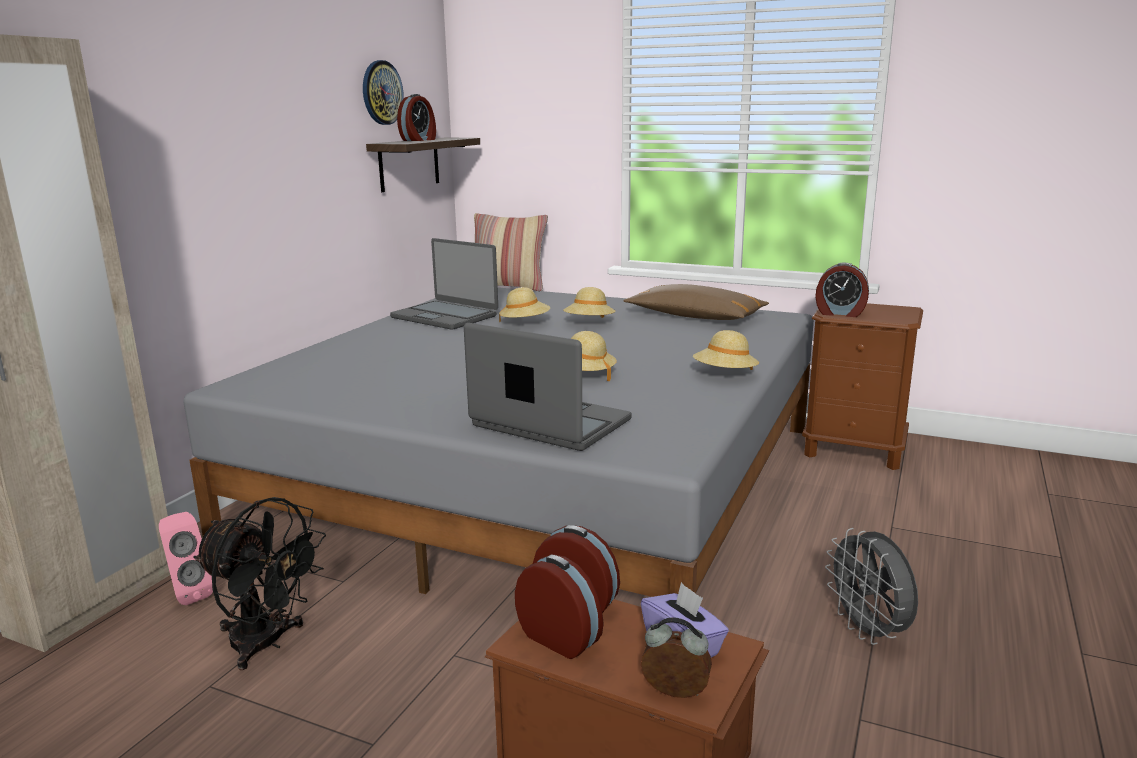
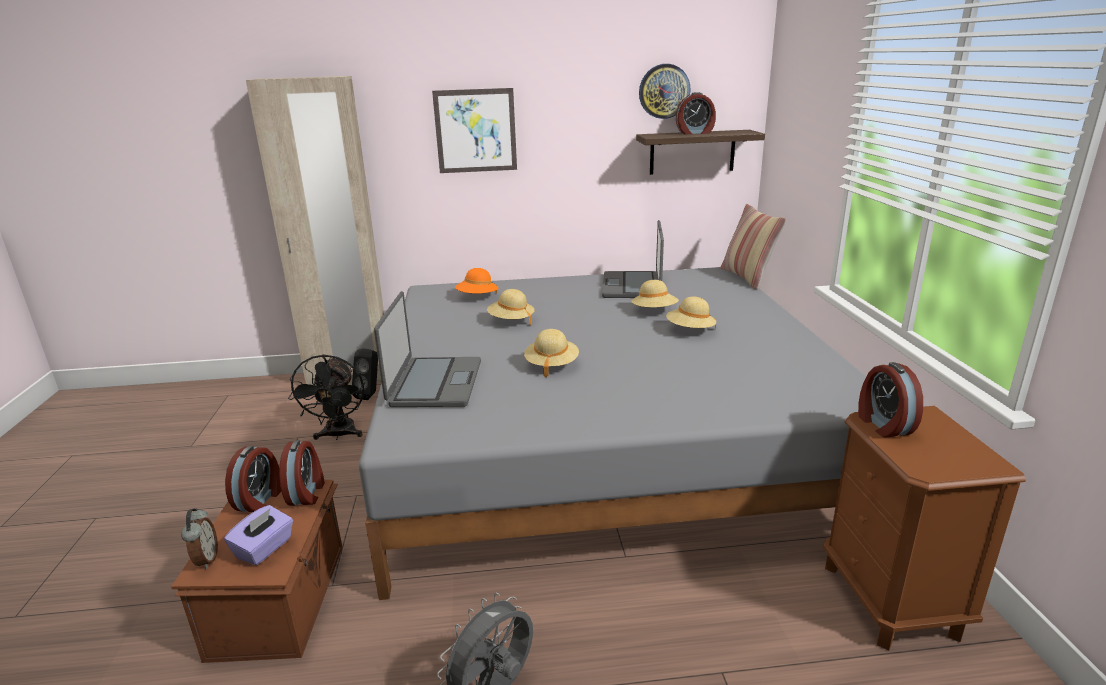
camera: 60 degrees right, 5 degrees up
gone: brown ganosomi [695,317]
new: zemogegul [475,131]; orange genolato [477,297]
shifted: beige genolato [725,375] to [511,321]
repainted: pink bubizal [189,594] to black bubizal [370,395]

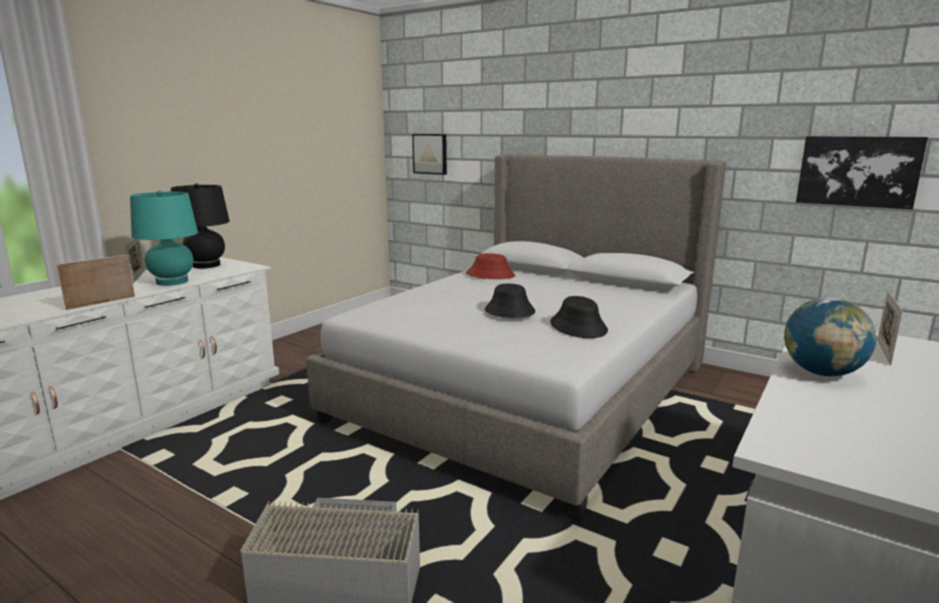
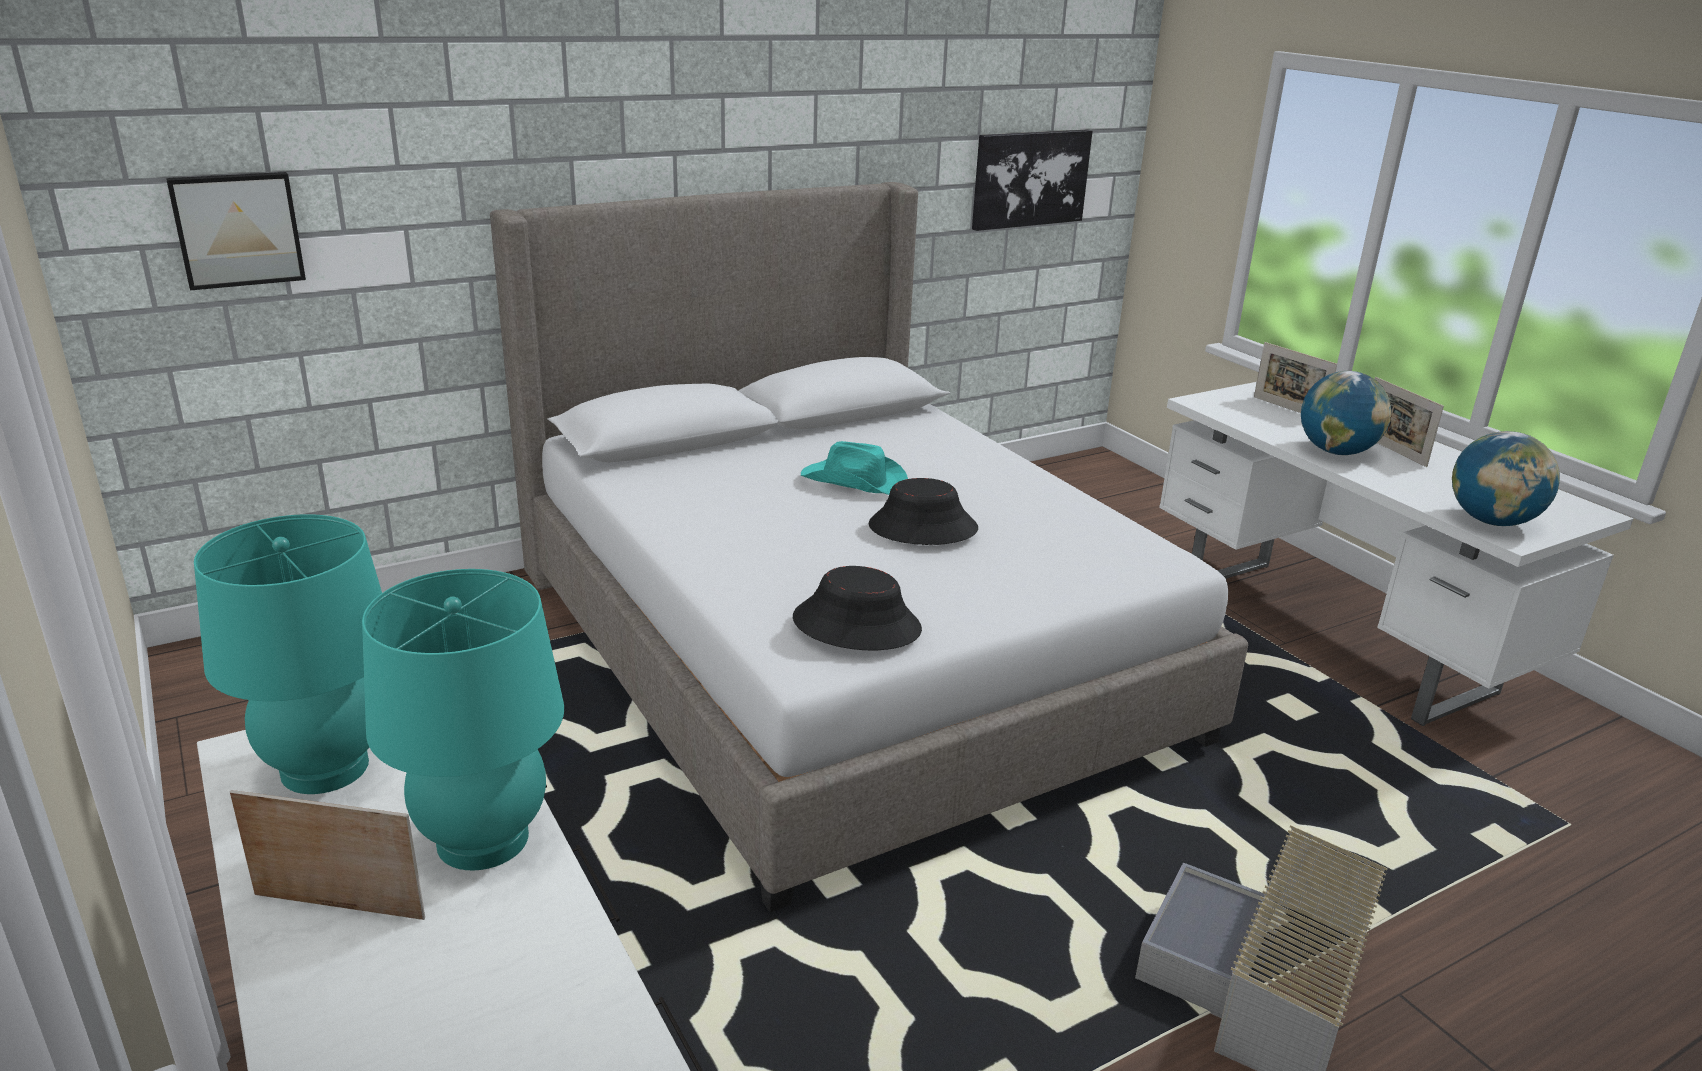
camera: 65 degrees left, 10 degrees up
gone: red genolato [490,275]
new: turquoise genolato [855,481]; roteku [1492,521]
shifted: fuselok [101,303] to [1393,450]; black genolato [578,327] to [857,624]
repainted: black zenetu [206,265] to turquoise zenetu [325,768]

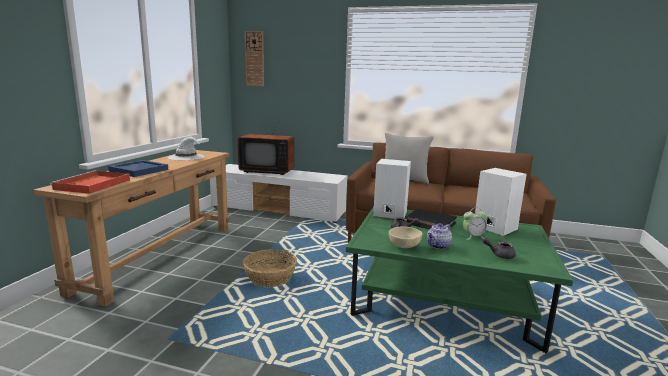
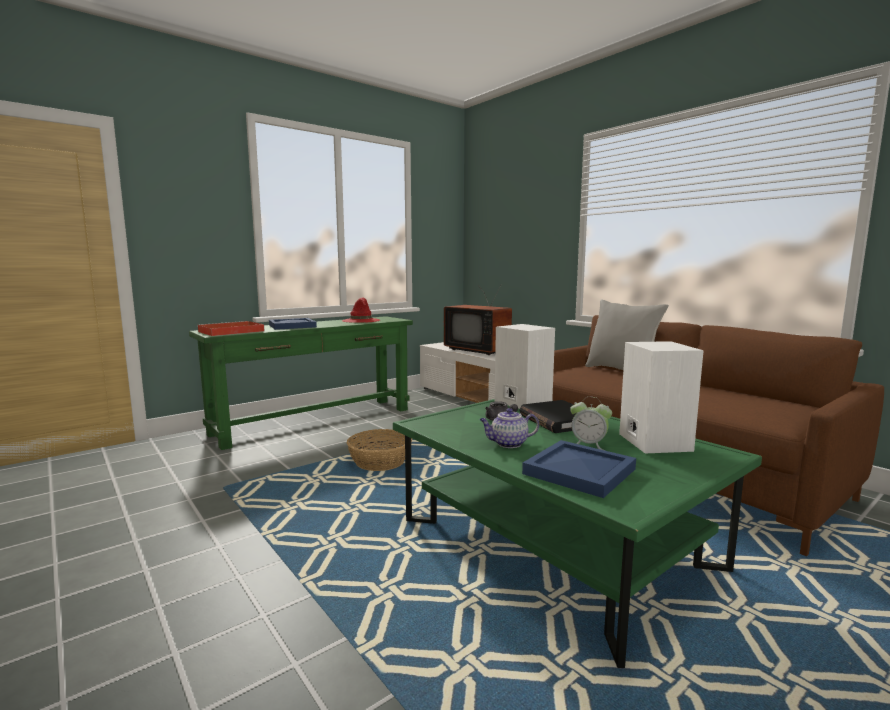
camera: 35 degrees right, 5 degrees down
gone: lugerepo [254,59]; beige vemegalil [404,247]
swapped: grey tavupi [499,255] to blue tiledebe [577,471]
repainted: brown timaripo [160,256] to green timaripo [315,421]; white genolato [186,157] to red genolato [361,320]

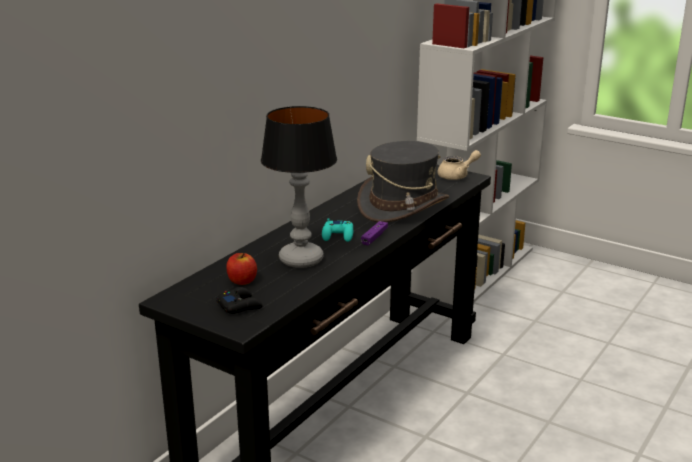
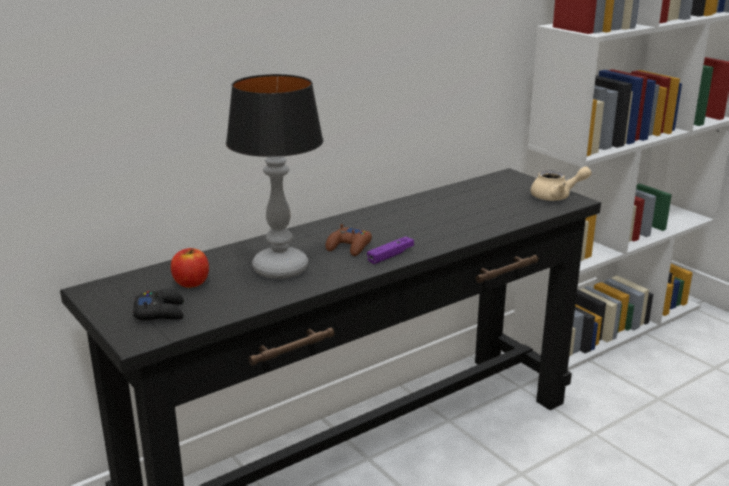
camera: 20 degrees right, 0 degrees up
gone: grey genolato [403,206]
repainted: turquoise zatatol [338,235] to brown zatatol [349,247]

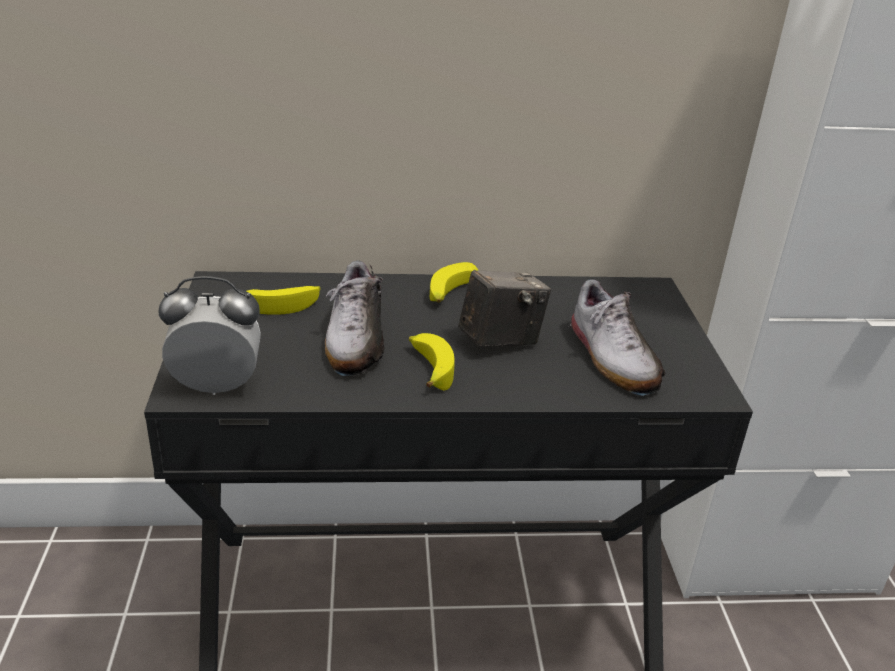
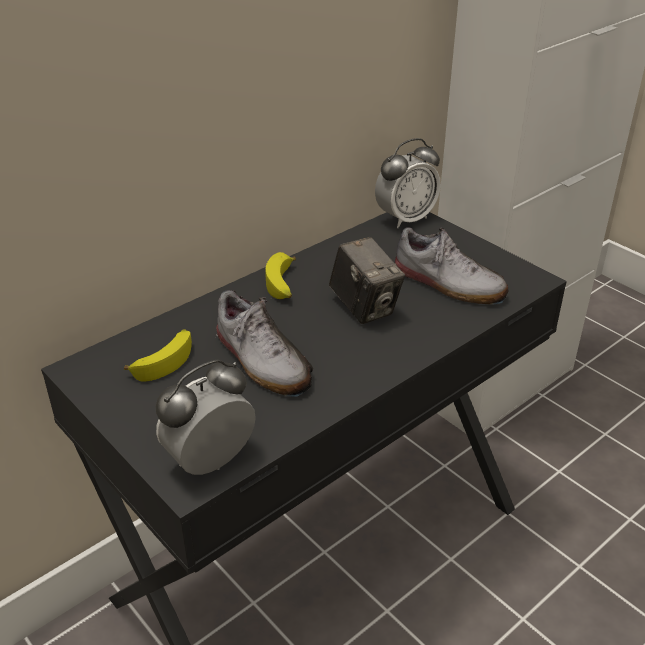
camera: 35 degrees left, 5 degrees up
gone: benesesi [429,368]
new: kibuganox [405,219]
rotated: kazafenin [500,340] = [364,307] 120 degrees clockwise

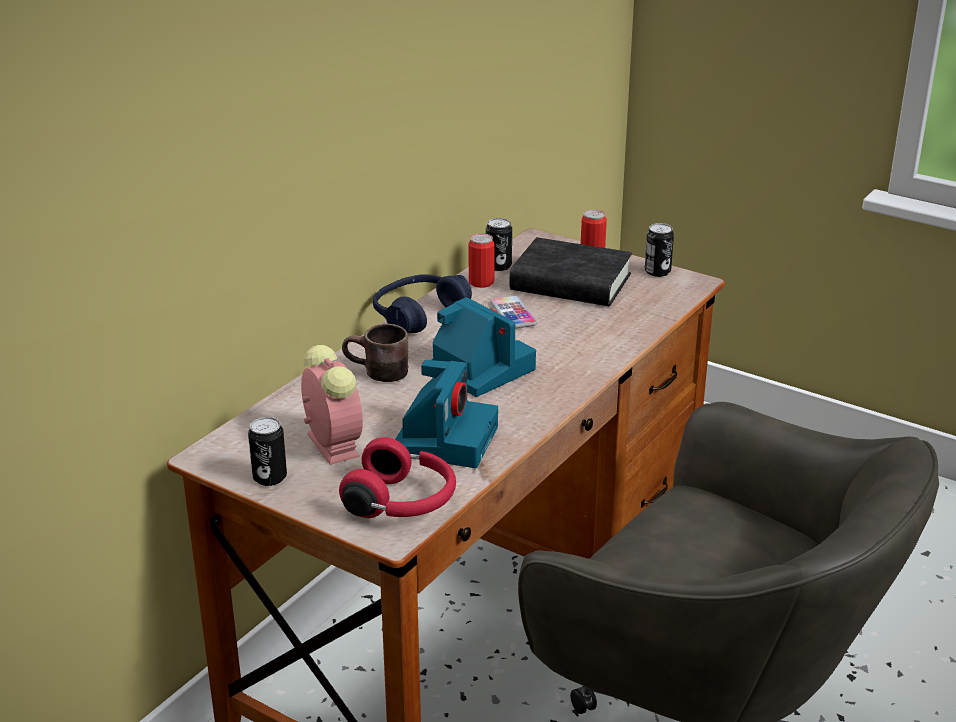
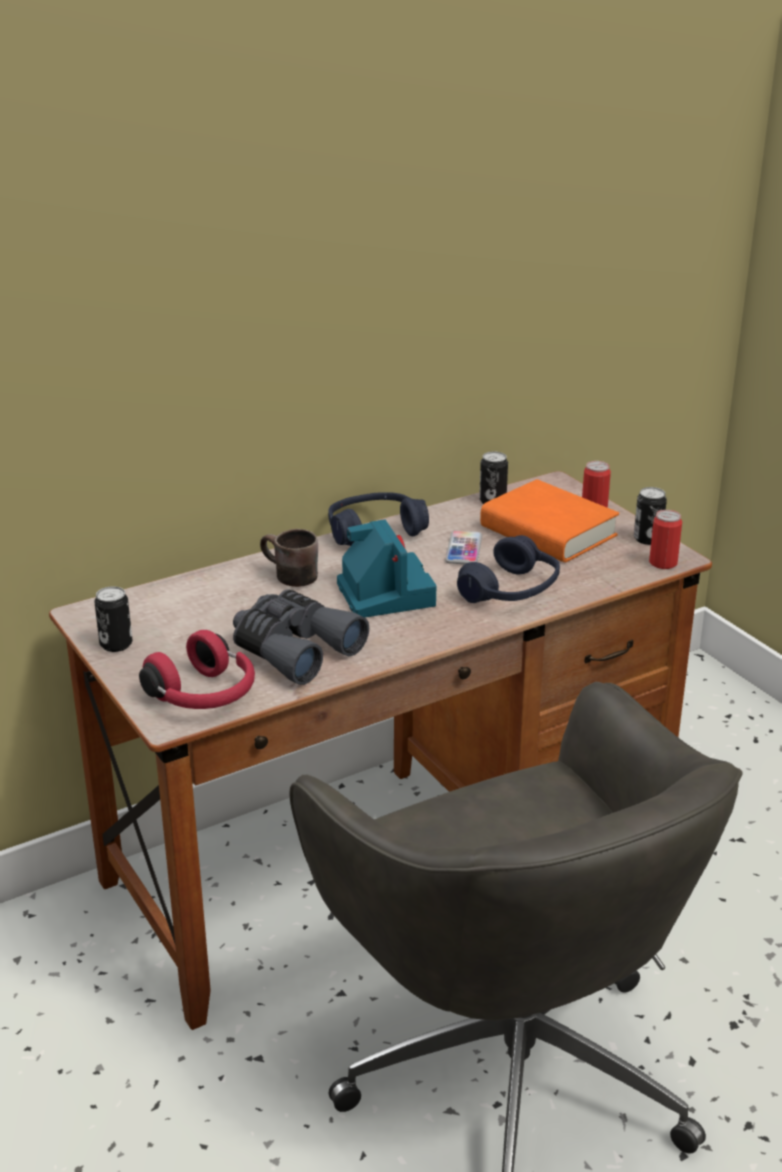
camera: 25 degrees right, 0 degrees up
gone: kibuganox [331,444]
new: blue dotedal [511,591]
shifted: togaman [481,282] to [663,563]
swapped: kazafenin [445,438] to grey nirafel [293,649]
repainted: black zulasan [570,283] to orange zulasan [548,532]

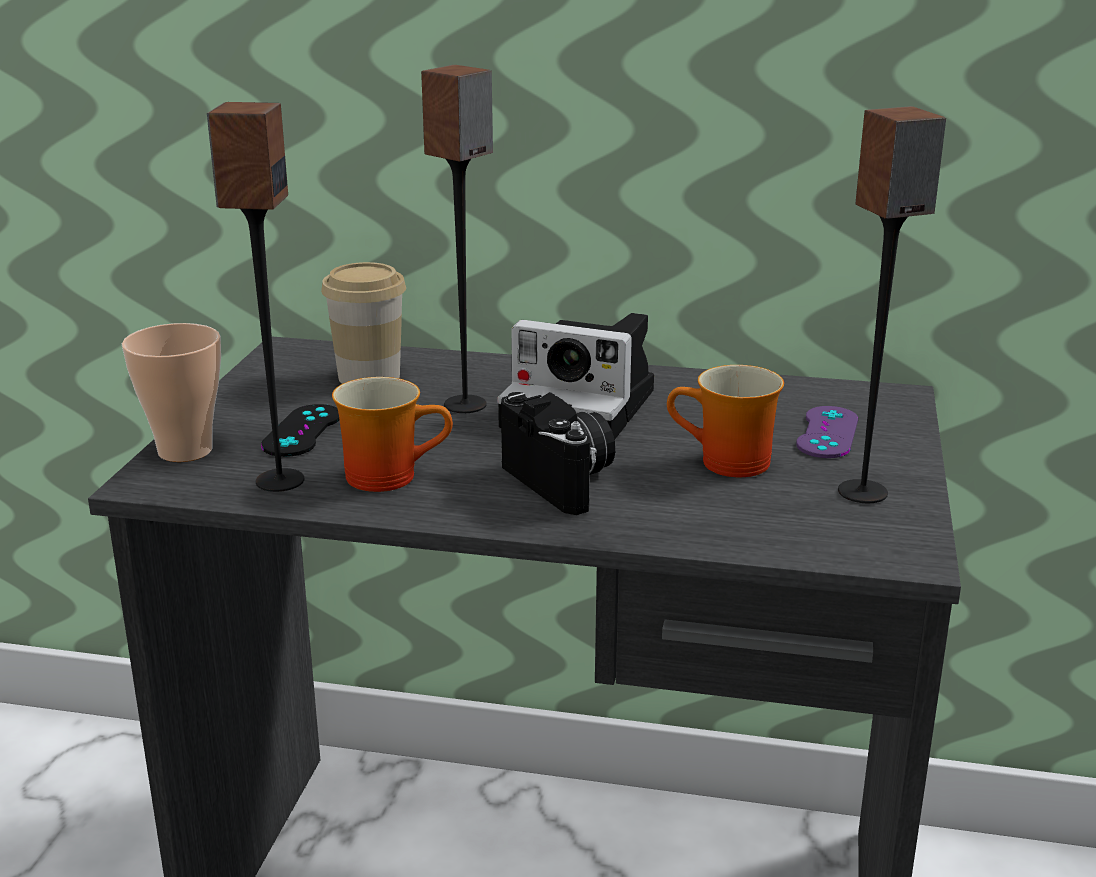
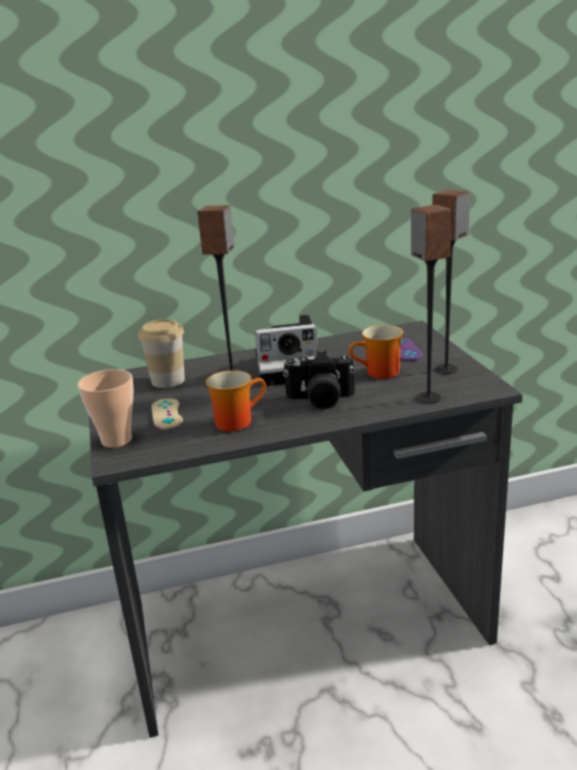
camera: 25 degrees left, 0 degrees up
shifted: bubizal [279,480] to [428,398]
repainted: black zatatol [302,431] to beige zatatol [167,414]
rotated: kazafenin [564,481] = [320,400] 150 degrees clockwise

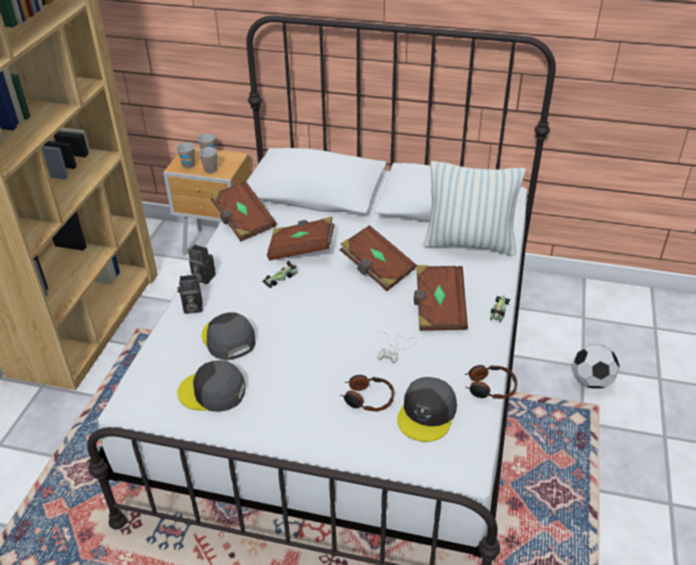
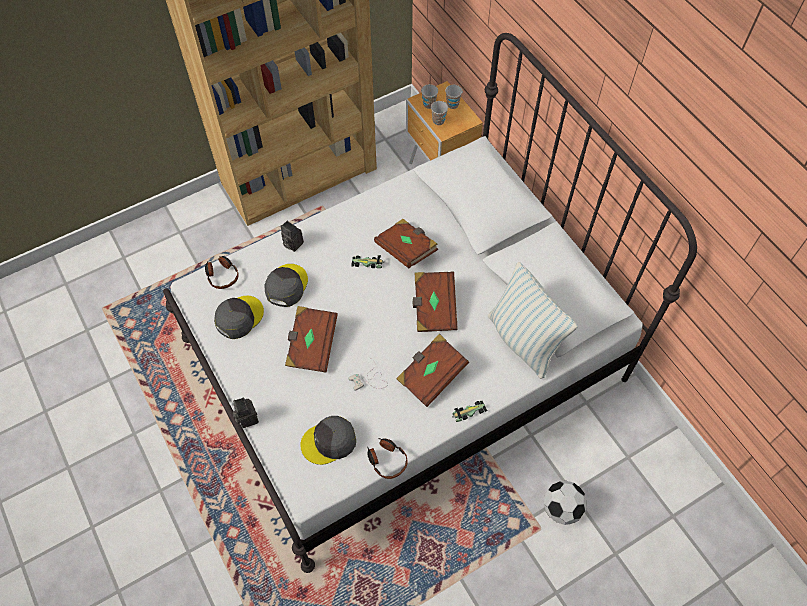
camera: 45 degrees right, 20 degrees up
shifted: kazafenin [202,278] to [246,418]; brown zulasan [243,222] to [311,345]; dotedal [367,398] to [222,275]
rotated: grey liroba [212,392] = [239,317] 75 degrees clockwise

